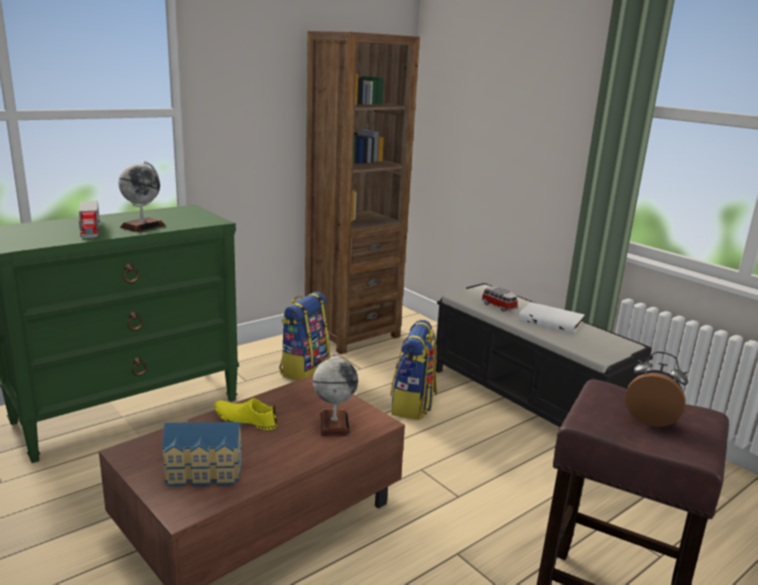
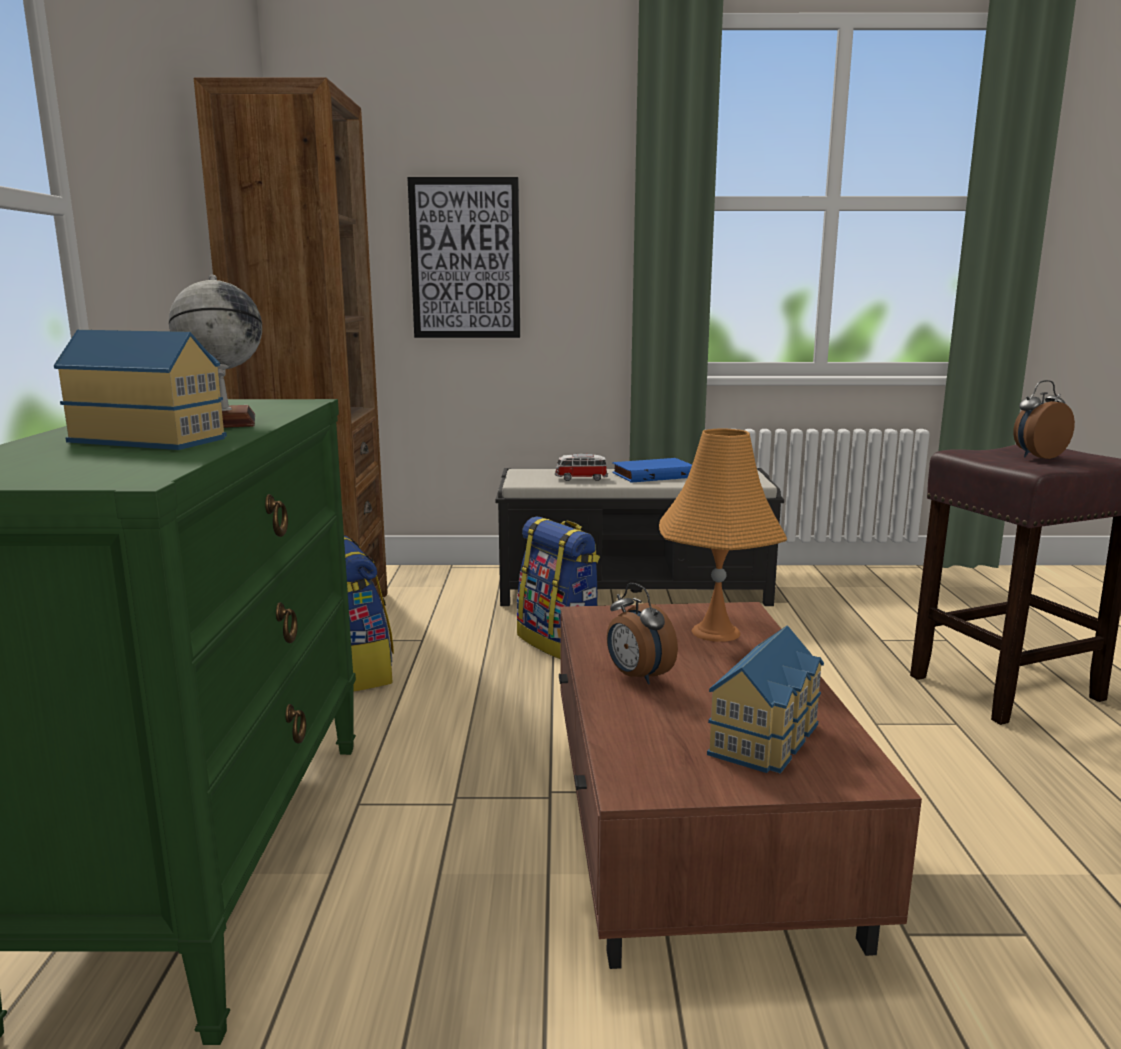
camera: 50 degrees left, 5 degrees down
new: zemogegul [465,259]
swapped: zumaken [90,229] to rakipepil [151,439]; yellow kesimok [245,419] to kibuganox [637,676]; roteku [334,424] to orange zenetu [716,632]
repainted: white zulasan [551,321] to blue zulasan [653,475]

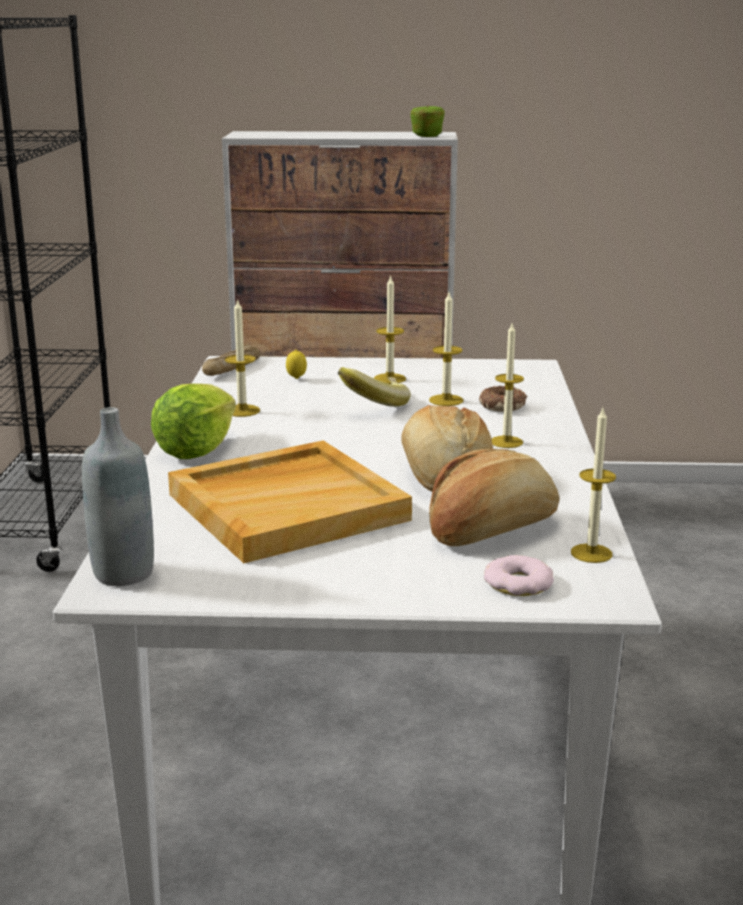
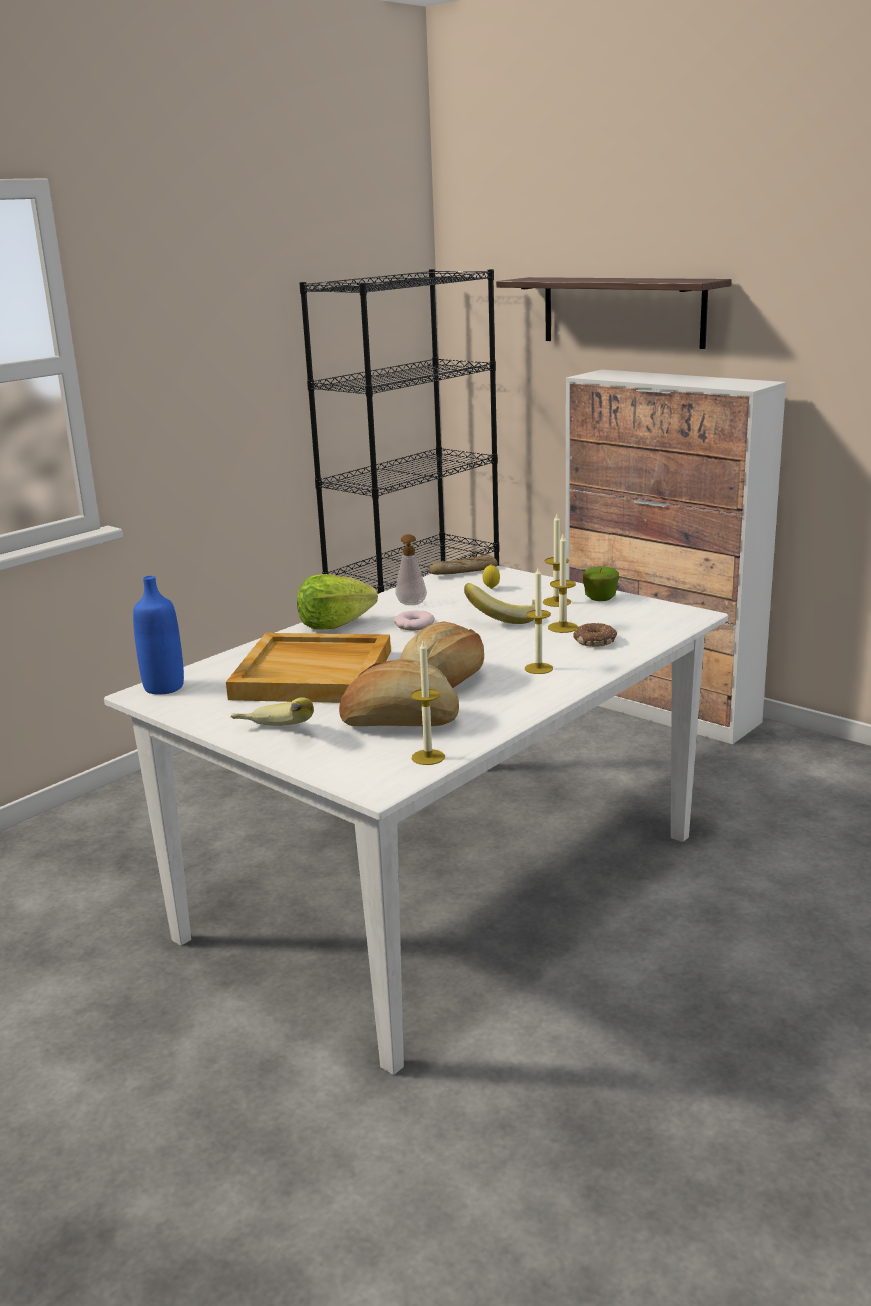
camera: 40 degrees right, 0 degrees up
new: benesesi [273,736]; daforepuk [622,311]
shifted: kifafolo [427,136] to [600,598]; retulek [518,583] to [414,625]
swapped: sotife [242,411] to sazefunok [411,604]
repainted: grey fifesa [123,573] to blue fifesa [164,687]

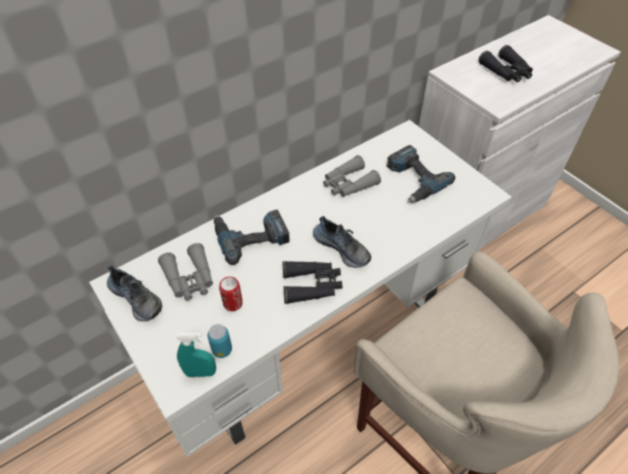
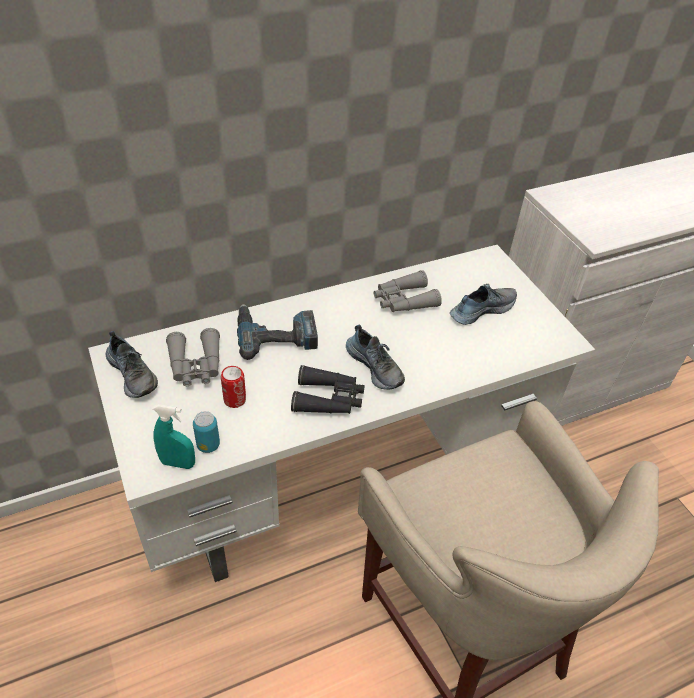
camera: 10 degrees right, 5 degrees down
gone: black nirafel [506,72]
swapped: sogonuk [413,180] to kesimok [481,309]

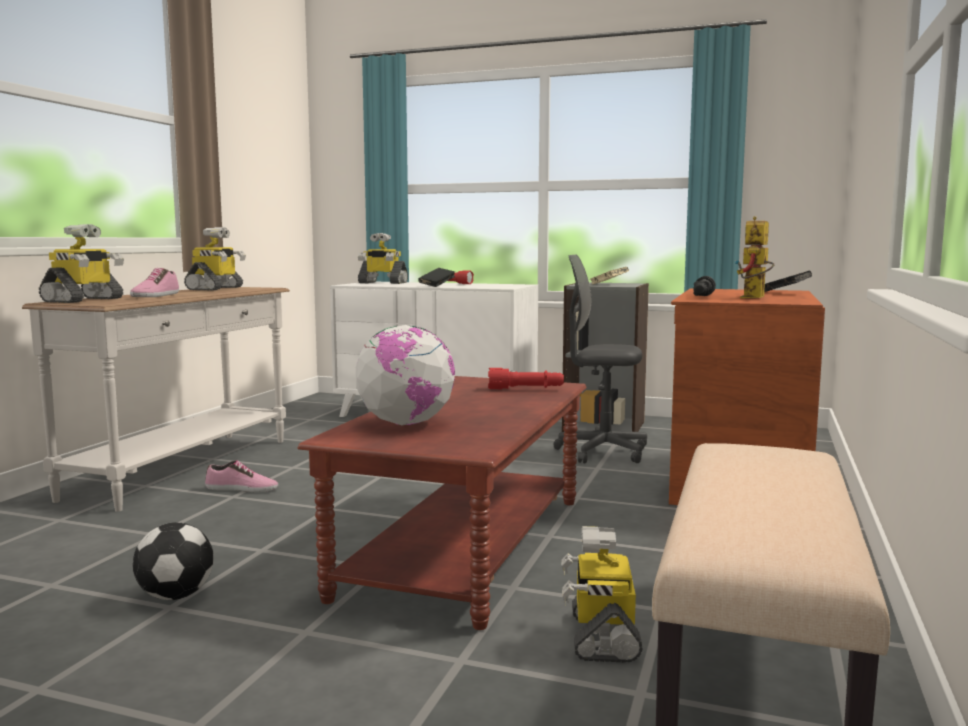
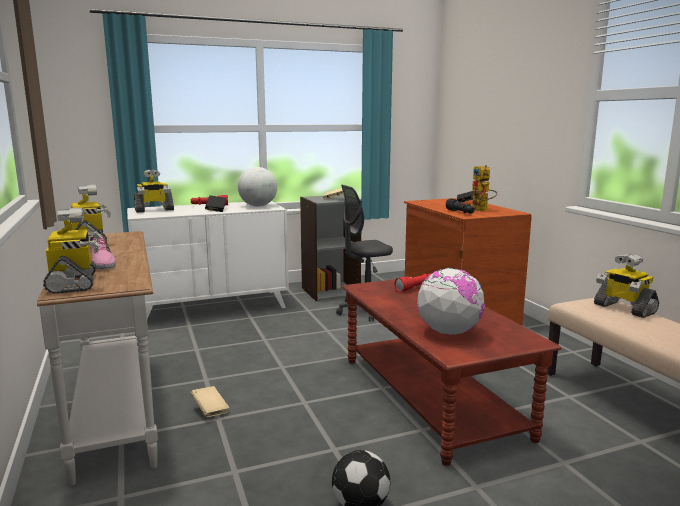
camera: 40 degrees left, 5 degrees up
new: roteku [258,206]
shifted: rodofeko [602,636] to [623,308]
swapped: kesimok [241,489] to beige zulasan [210,410]

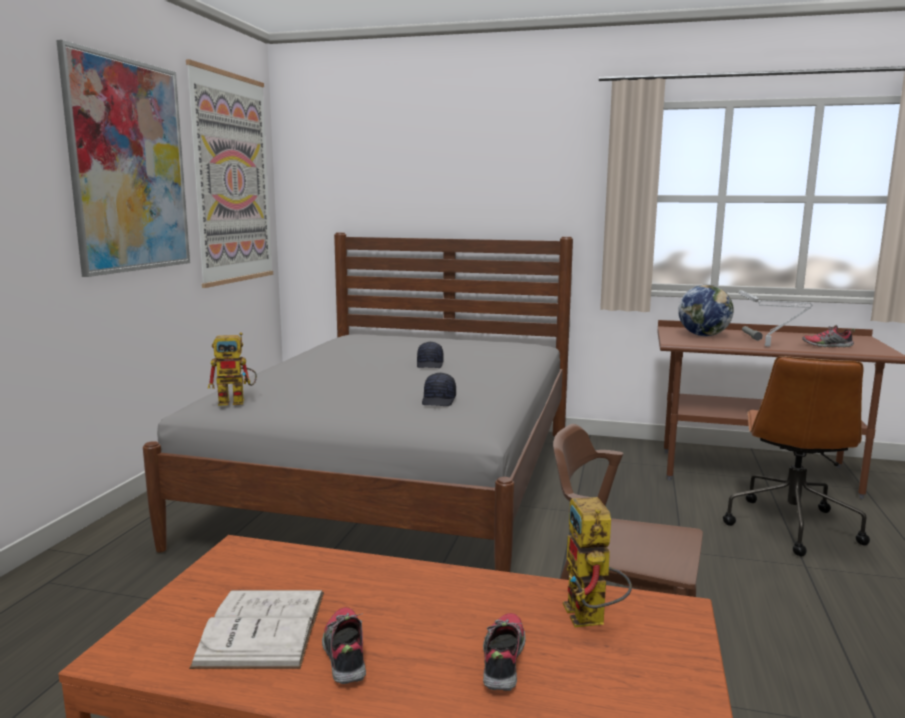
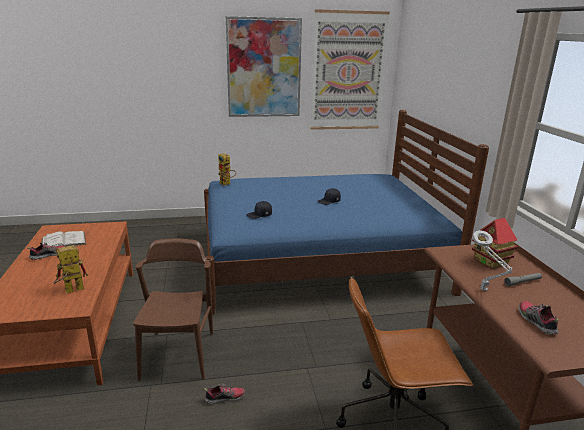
camera: 65 degrees right, 10 degrees up
shifted: kesimok [502,660] to [225,398]
swapped: roteku [703,335] to rakipepil [491,261]
repainted: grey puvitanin [400,482] to blue puvitanin [318,260]

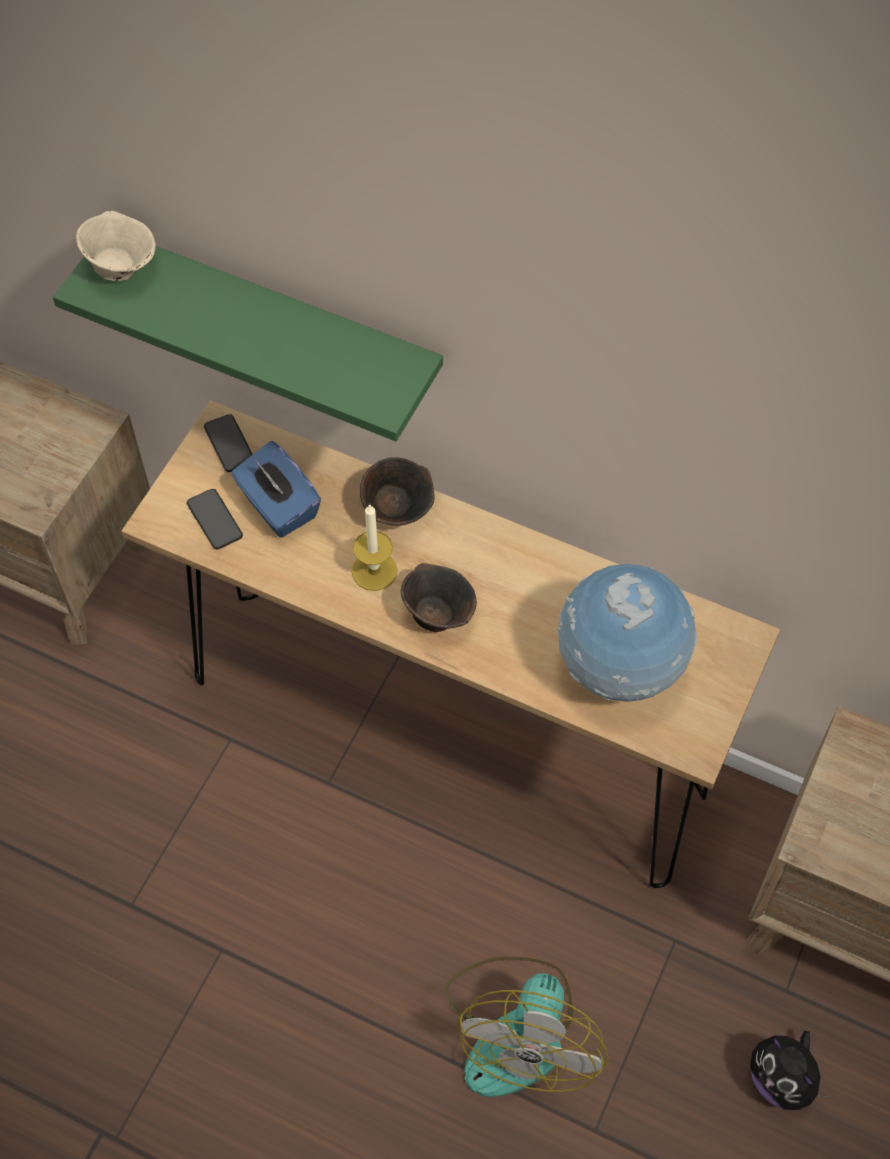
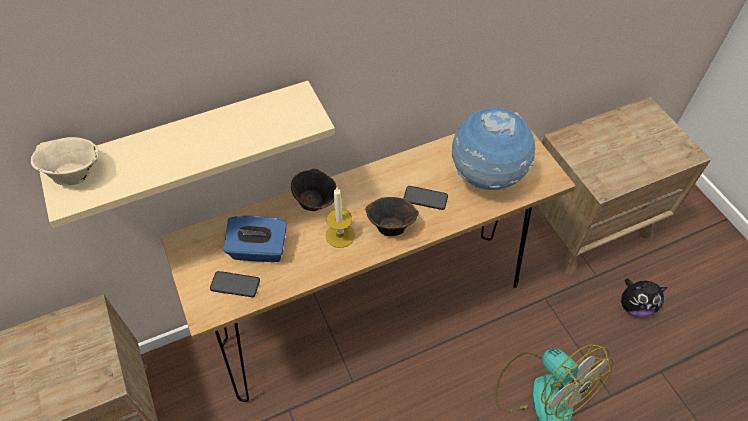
camera: 50 degrees left, 5 degrees down
shifted: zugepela [229,444] to [425,198]
repainted: green daforepuk [275,326] to beige daforepuk [189,146]

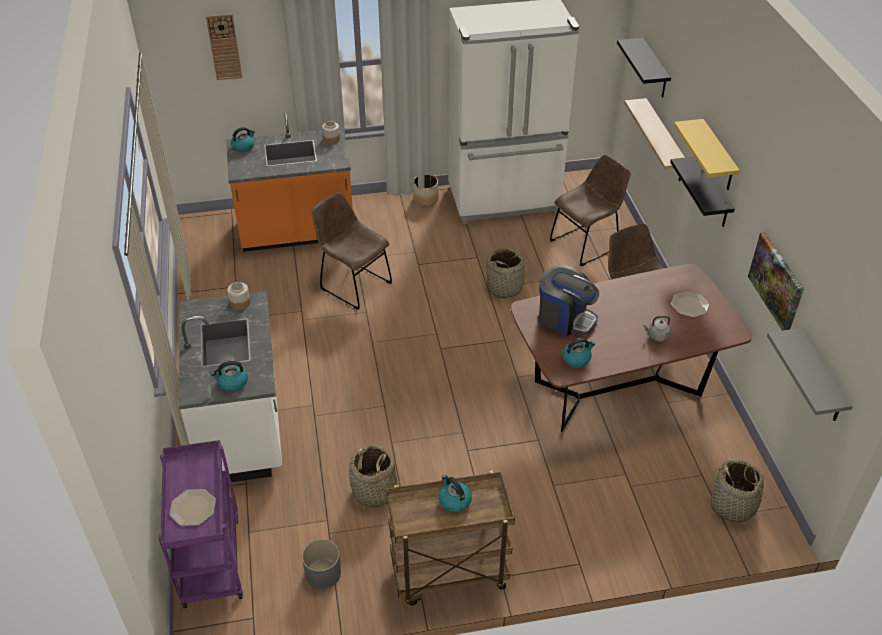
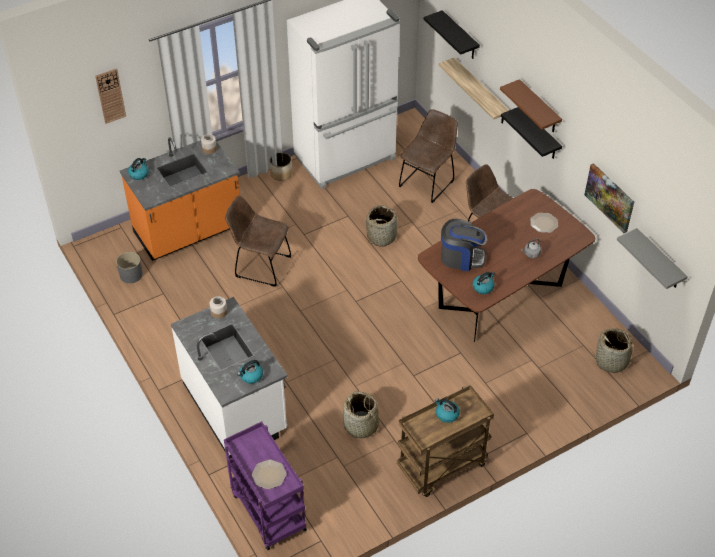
camera: 20 degrees left, 5 degrees up
shifted: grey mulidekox [323,573] to [131,275]
repainted: yellow daforepuk [718,156] to brown daforepuk [539,108]

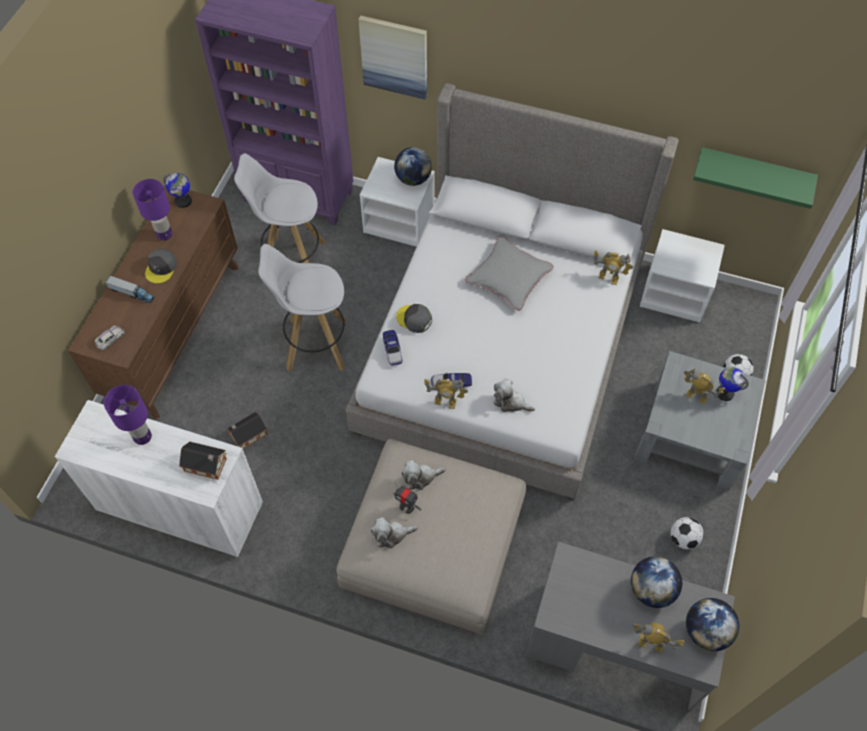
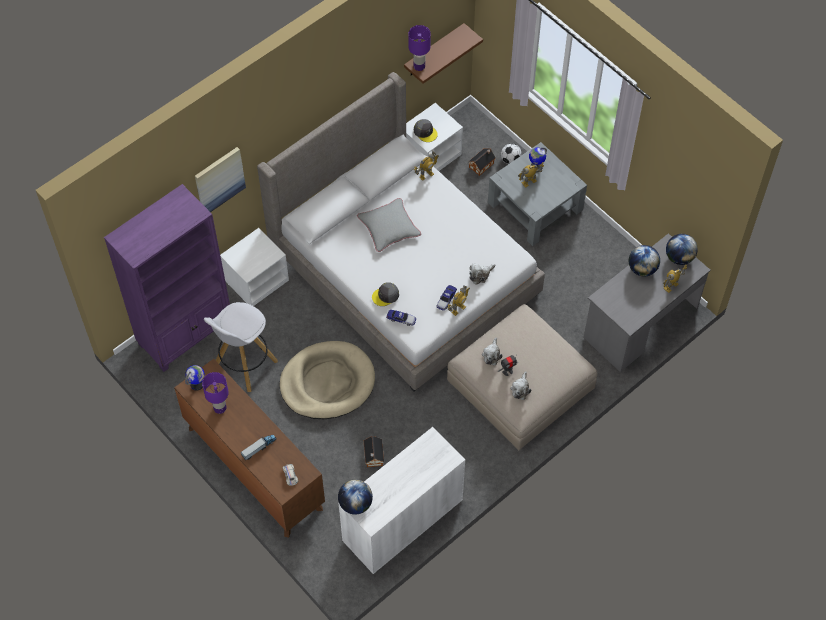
camera: 60 degrees left, 0 degrees up
gone: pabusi [683,539]
shifted: purple zenetu [142,437] to [419,66]; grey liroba [161,268] to [425,132]; rakipepil [207,465] to [482,165]; roteku [413,179] to [355,504]
swapped: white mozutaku [315,344] to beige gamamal [327,382]
repainted: green daforepuk [754,172] to brown daforepuk [434,51]

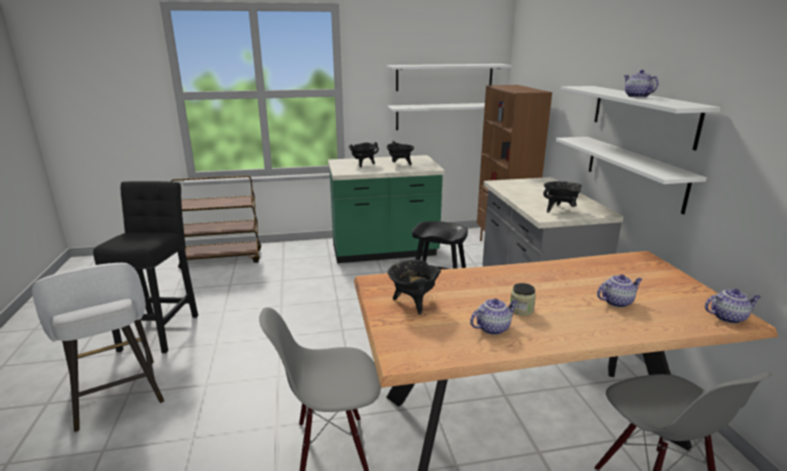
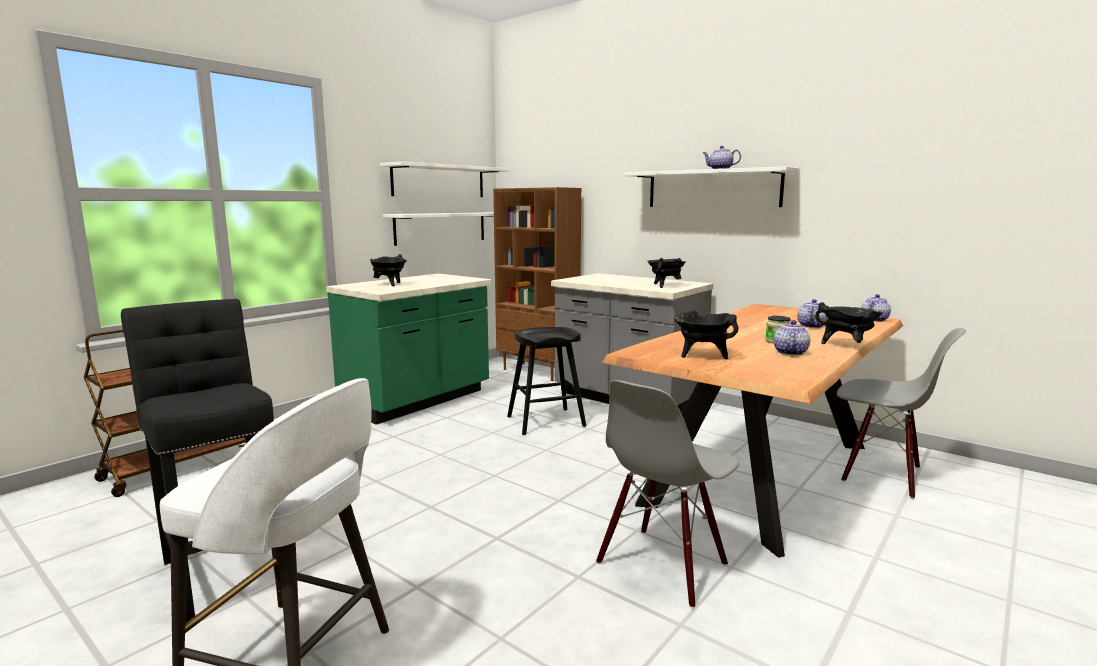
camera: 40 degrees left, 10 degrees down
gone: white daforepuk [633,171]
shifted: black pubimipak [400,164] to [847,345]

